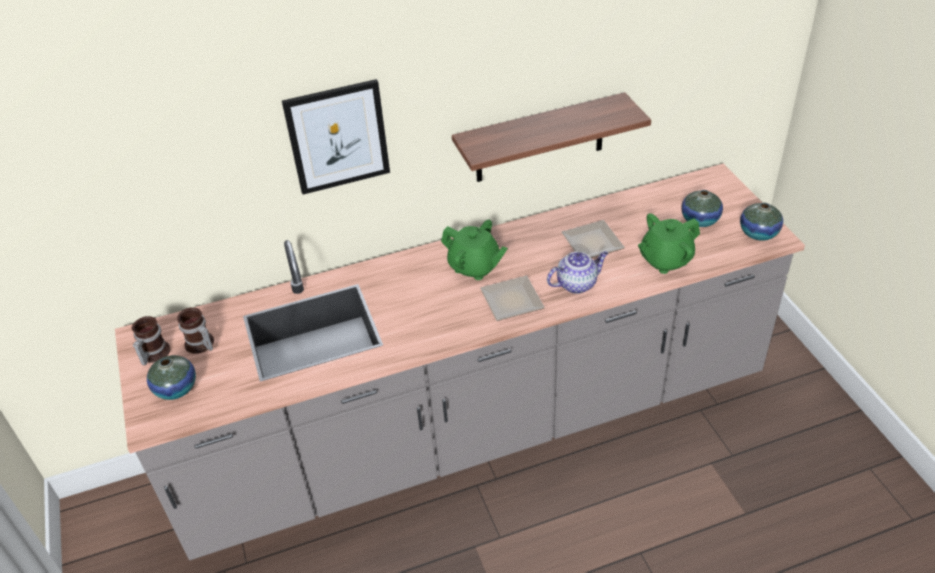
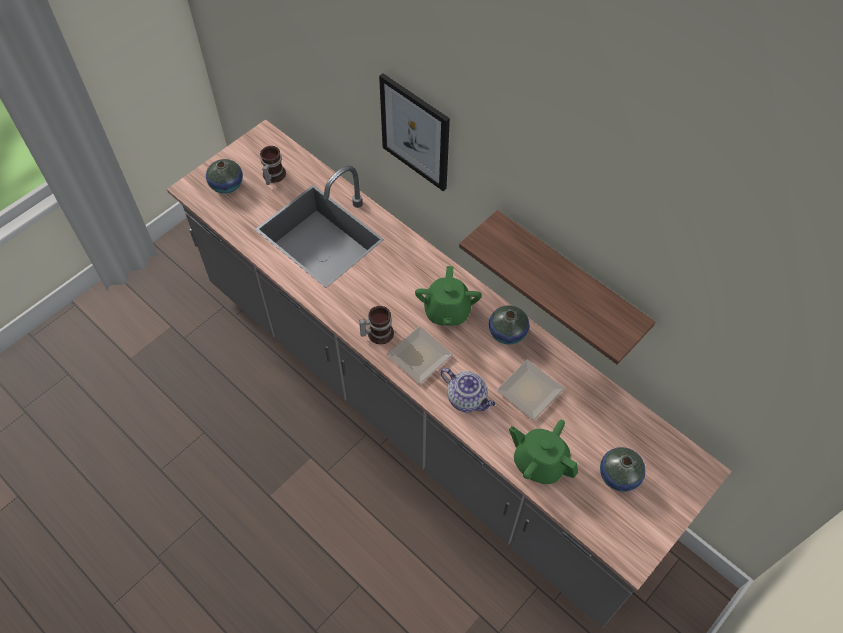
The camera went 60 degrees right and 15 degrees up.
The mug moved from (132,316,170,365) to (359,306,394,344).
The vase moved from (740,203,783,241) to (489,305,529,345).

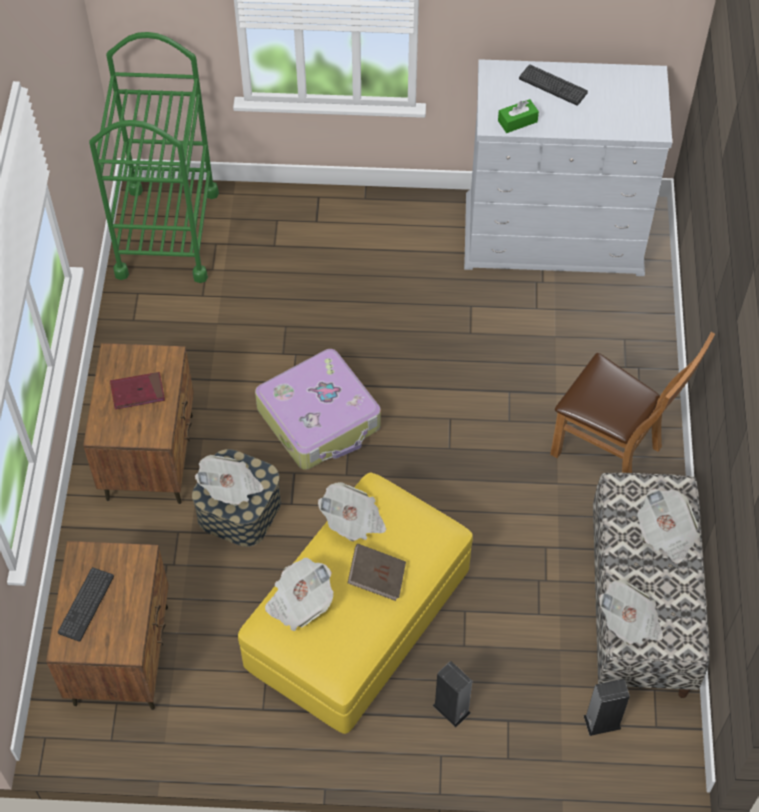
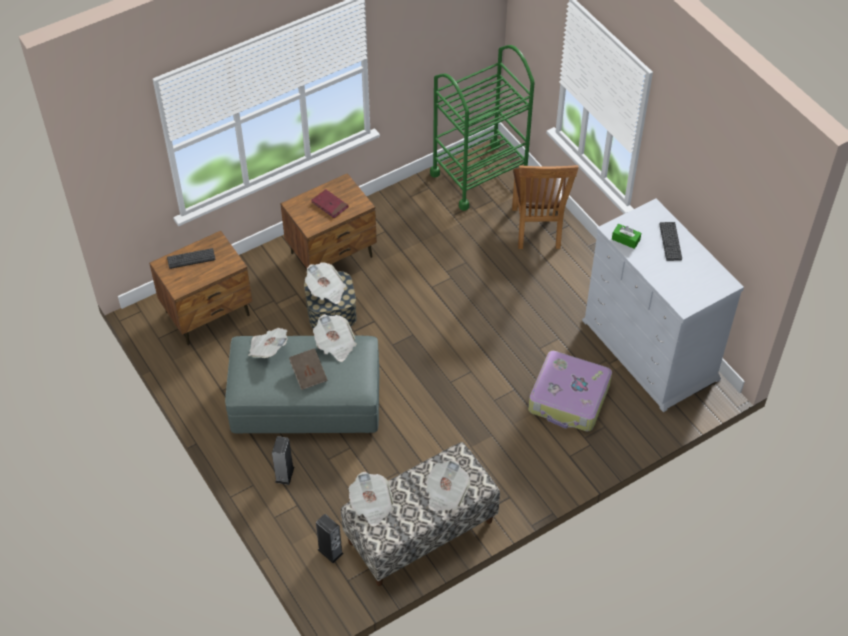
The camera went 55 degrees right and 5 degrees down.
The yellow footrest at (238,473,473,734) became the greyish footrest at (225,336,379,433).
The piece of luggage moved from (255,349,381,470) to (528,351,612,431).
The brownish plain chair moved from (550,332,715,473) to (512,165,579,249).

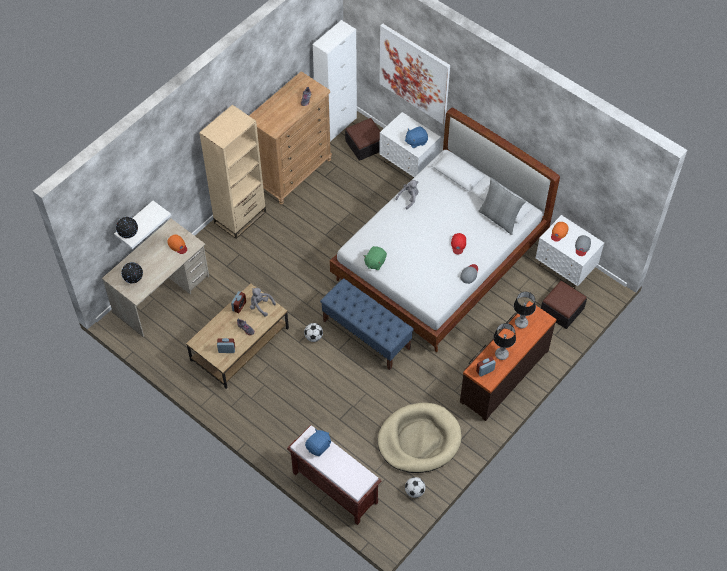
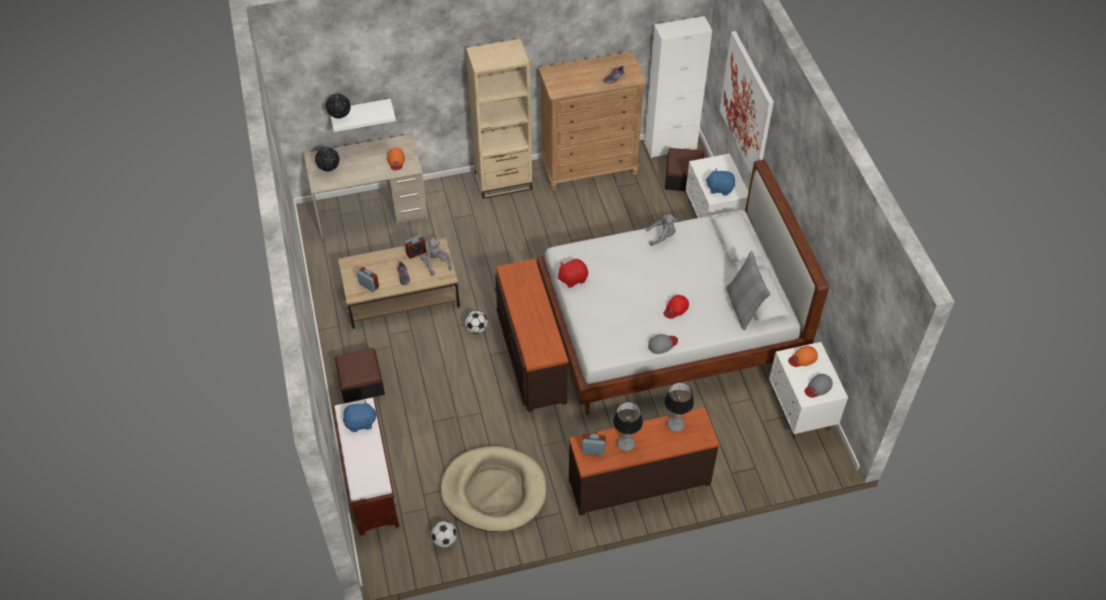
The camera went 35 degrees right and 5 degrees down.
The blue bench at (320,278,414,370) was replaced by the brownish drawer chest at (495,259,568,412).
The green cuddly toy at (363,246,387,270) became the reddish cuddly toy at (558,259,588,288).
The footrest moved from (541,281,587,329) to (335,348,385,403).

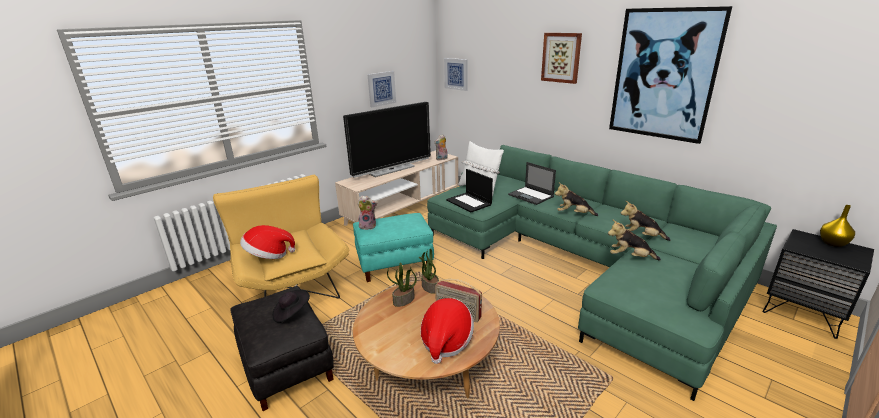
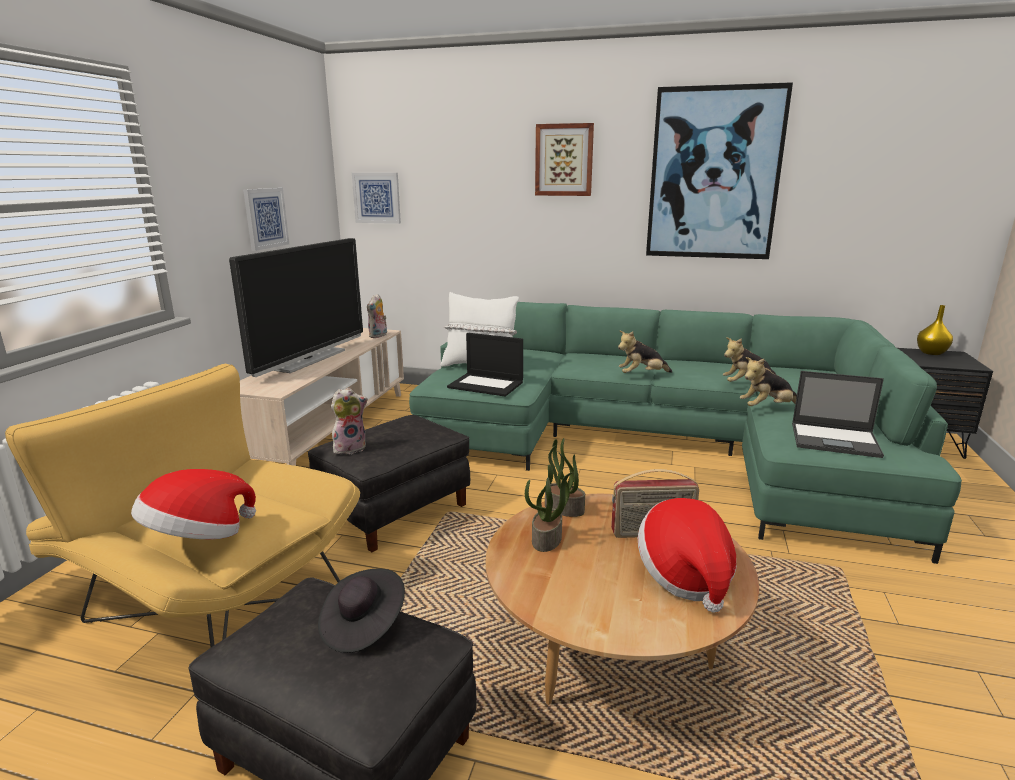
The camera went 30 degrees left and 5 degrees down.
The blue-green footrest at (353,213,434,282) became the black-coloured footrest at (308,415,470,552).
The laptop moved from (508,162,556,205) to (792,371,884,458).

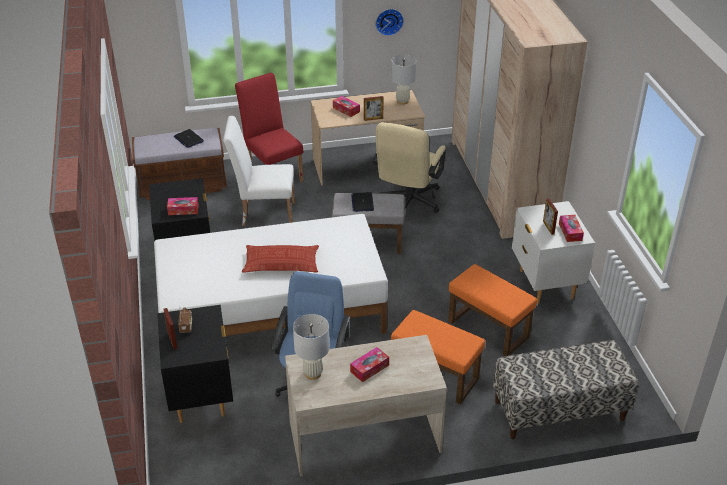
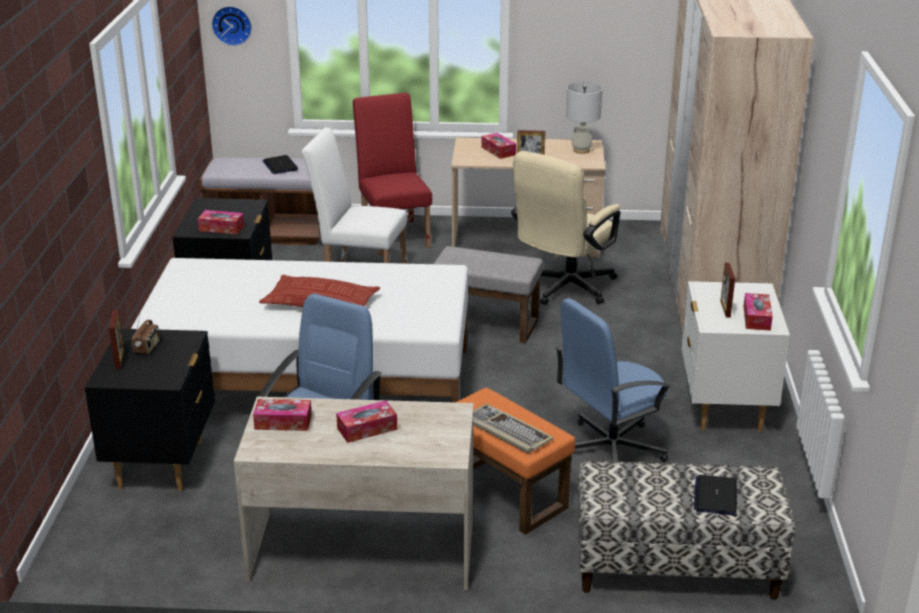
The camera went 15 degrees right and 10 degrees down.
The white-coloured table lamp at (293,314,330,380) was replaced by the box of tissues at (253,399,312,431).
The laptop moved from (351,192,374,212) to (694,475,737,515).
The clock on the wall moved from (375,9,404,36) to (212,6,252,46).
The orange-coloured footrest at (448,264,537,356) was replaced by the blue office chair at (556,298,671,462).
The computer keyboard at (473,403,553,453) appeared.

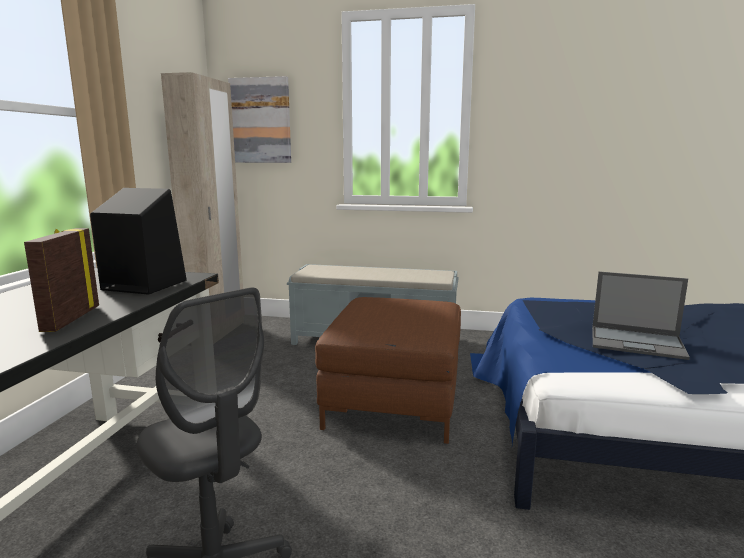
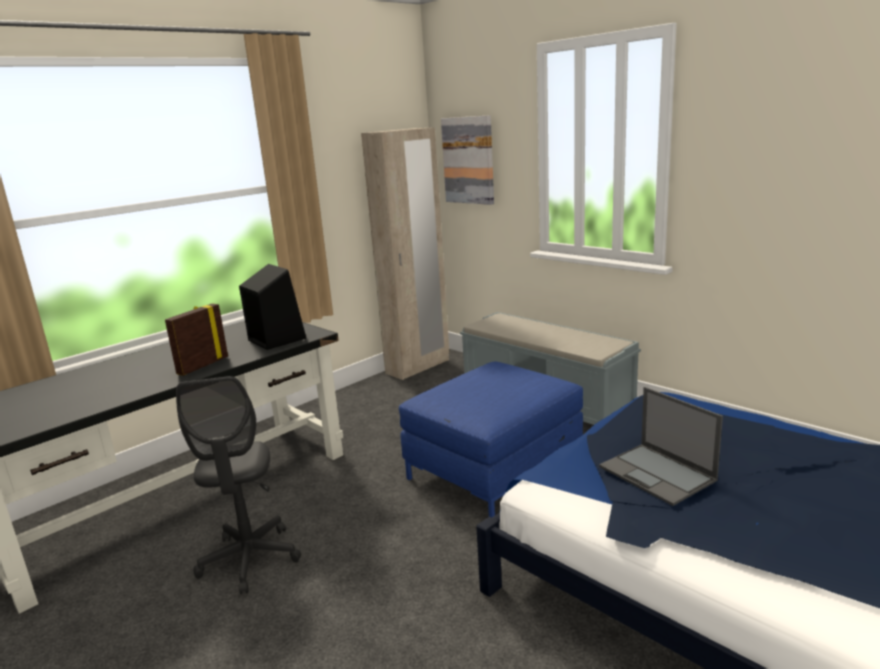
The camera went 35 degrees right and 5 degrees up.
The brownish footrest at (315,297,461,444) became the blue footrest at (399,361,583,517).

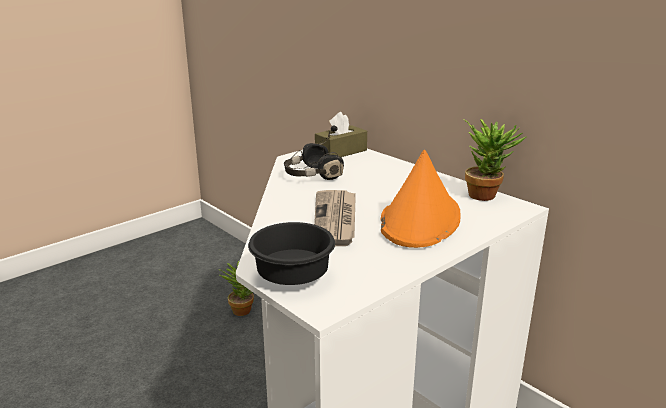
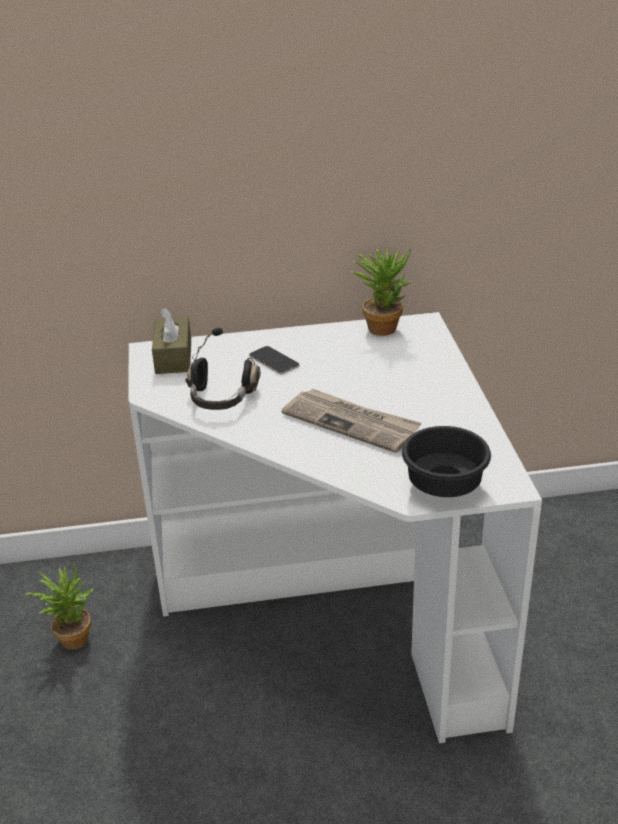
The camera went 55 degrees left and 10 degrees up.
The orange-coloured hat at (381,150,460,248) disappeared.
The phone at (249,346,300,374) appeared.

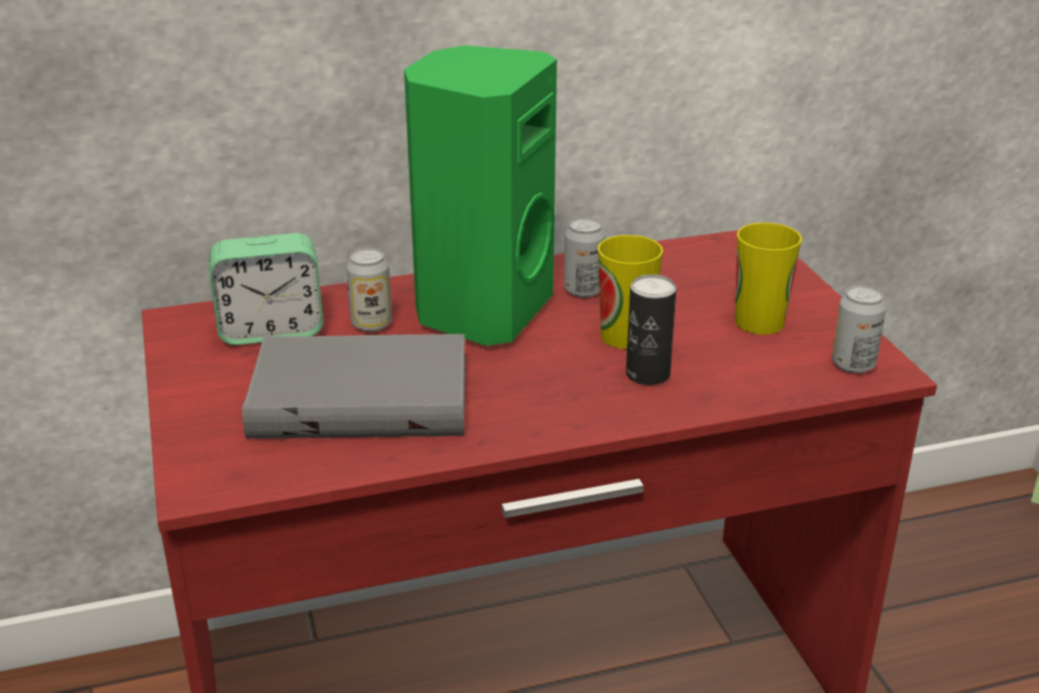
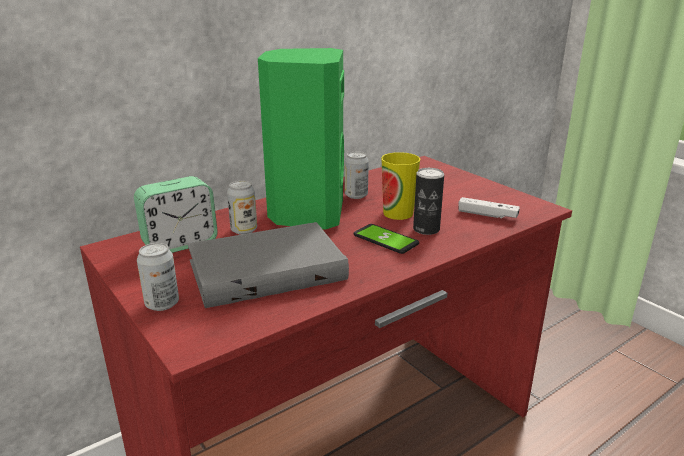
The camera went 20 degrees left and 5 degrees down.
The cup at (735,223,802,335) disappeared.
The can moved from (832,285,886,373) to (137,243,179,311).
The phone at (353,224,419,254) appeared.
The white-coloured gamepad at (458,197,520,219) appeared.

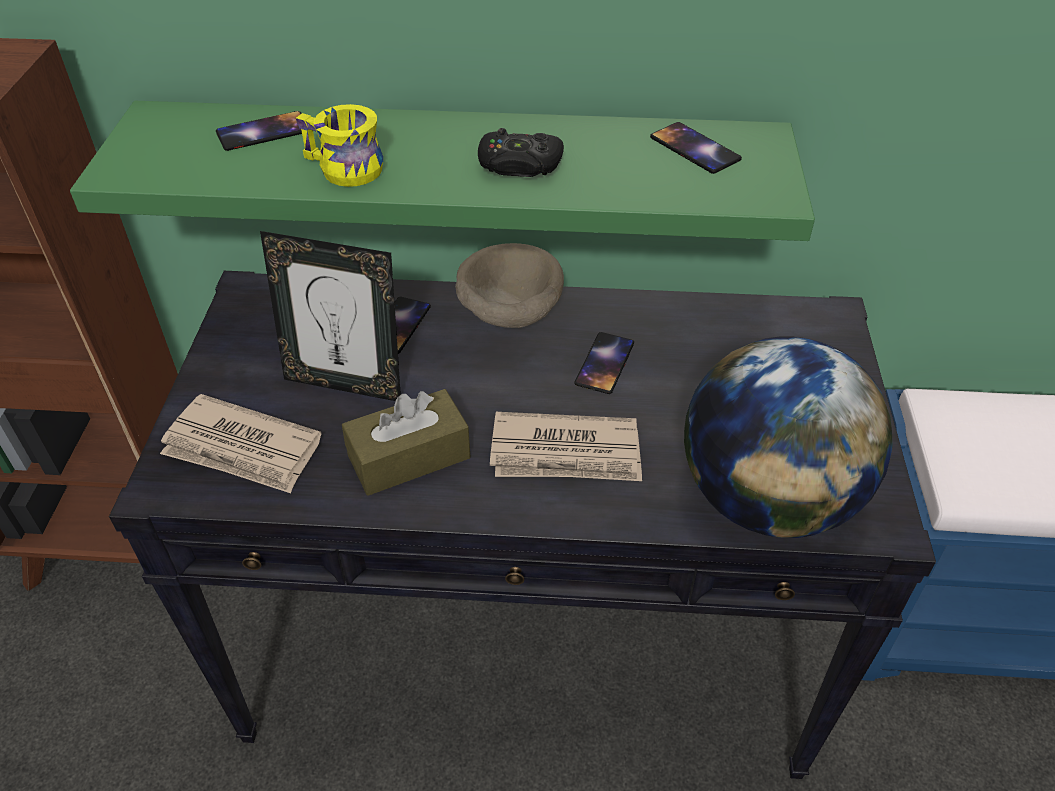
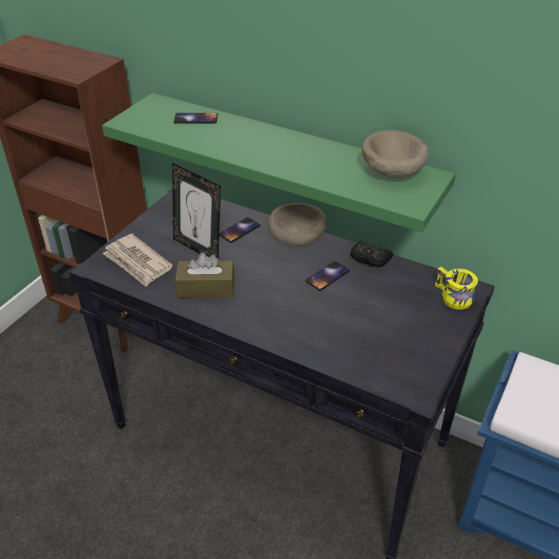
The camera went 25 degrees right and 5 degrees down.
The yellow mug moved from (296,104,383,187) to (435,267,478,310).
The black-coloured gamepad moved from (478,128,564,177) to (350,241,393,268).
The printed paper at (490,412,642,481) disappeared.
The phone at (650,122,742,174) was replaced by the beige-coloured deep dish at (362,130,429,178).
The world globe at (684,337,893,538) disappeared.

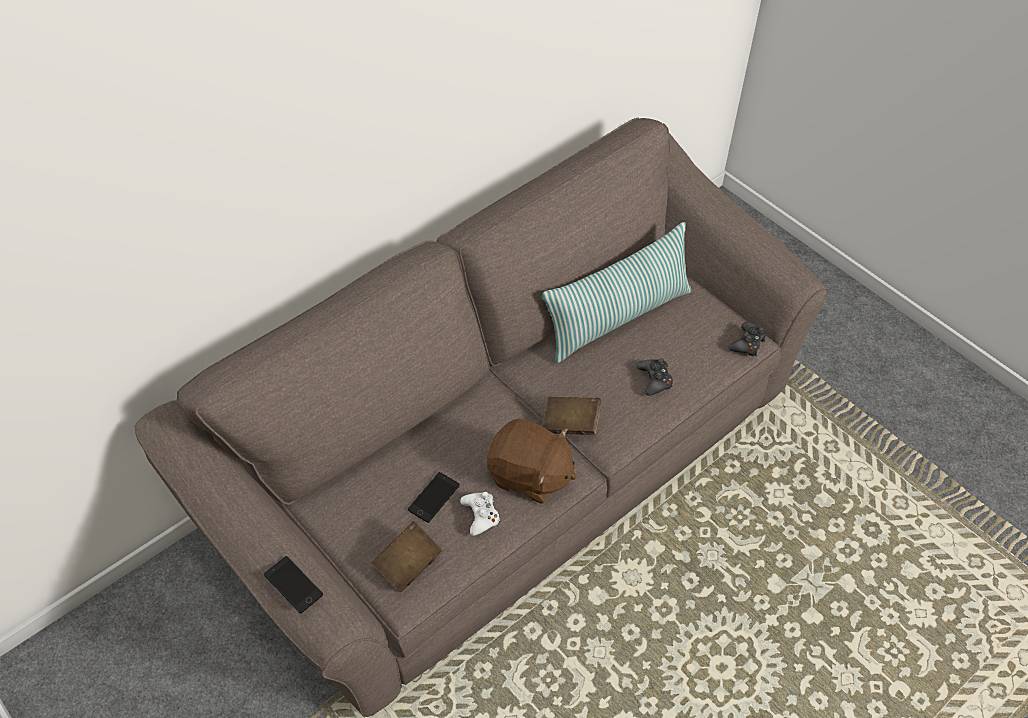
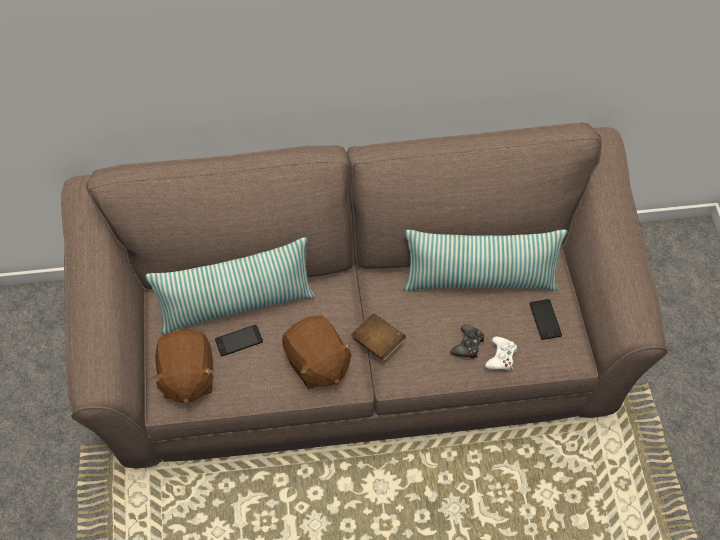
The camera went 35 degrees right and 5 degrees up.
The phone moved from (264,556,323,613) to (529,299,562,340).
The brownish book at (372,521,443,592) was replaced by the brownish cuddly toy at (151,330,214,405).
The white-coloured gamepad moved from (460,492,500,536) to (485,337,517,370).
The black-coloured gamepad at (729,322,767,356) disappeared.
The pillow at (145,237,315,334) appeared.

